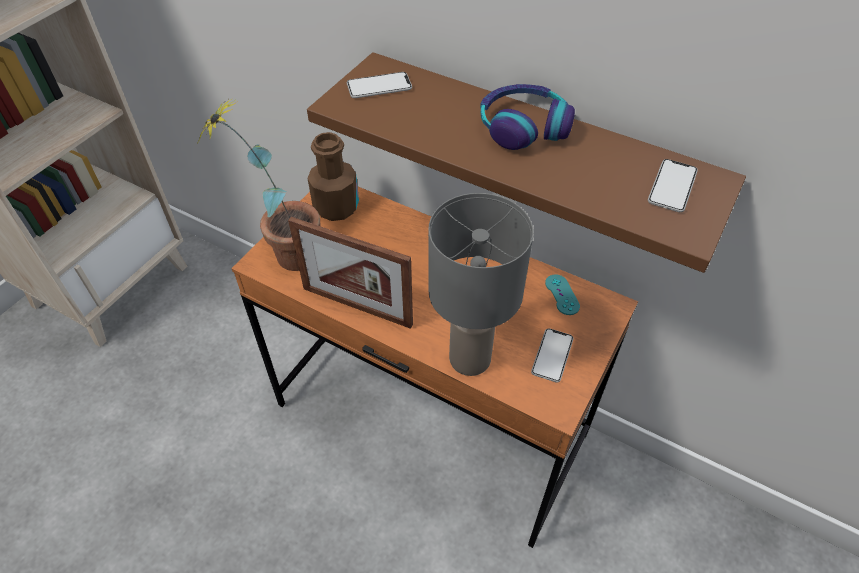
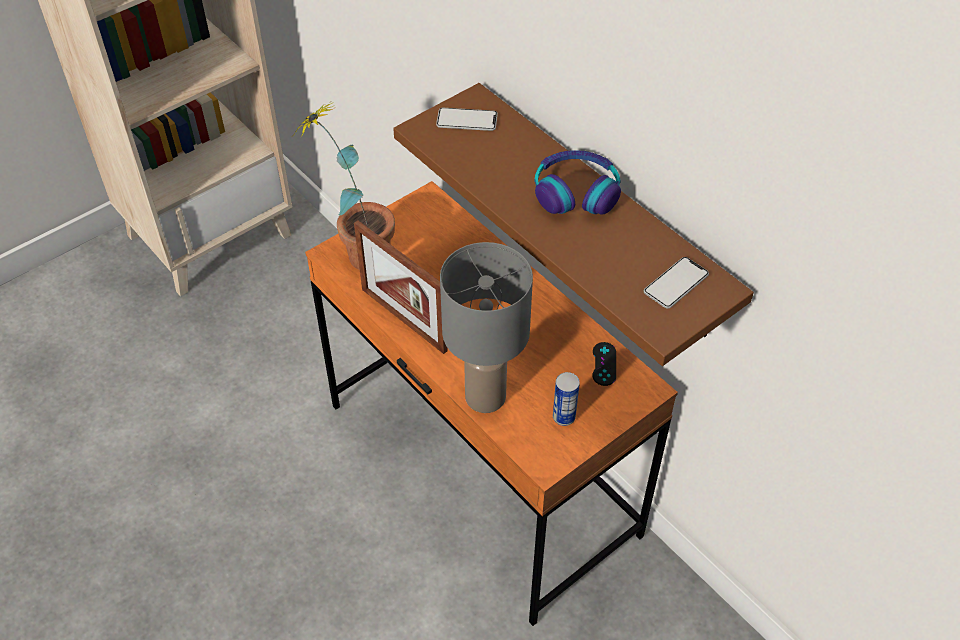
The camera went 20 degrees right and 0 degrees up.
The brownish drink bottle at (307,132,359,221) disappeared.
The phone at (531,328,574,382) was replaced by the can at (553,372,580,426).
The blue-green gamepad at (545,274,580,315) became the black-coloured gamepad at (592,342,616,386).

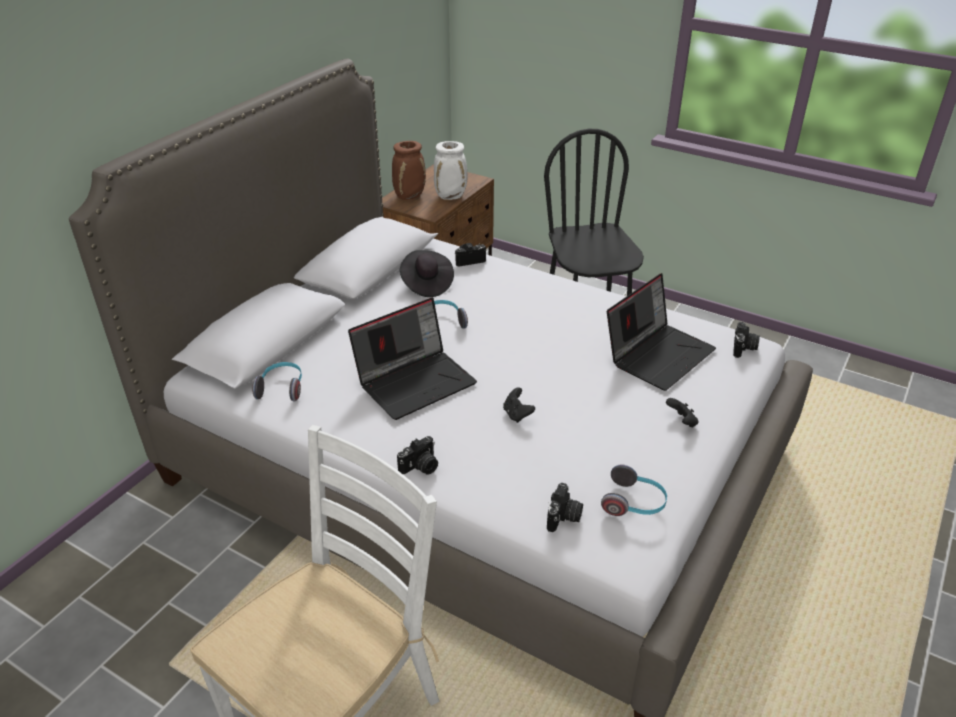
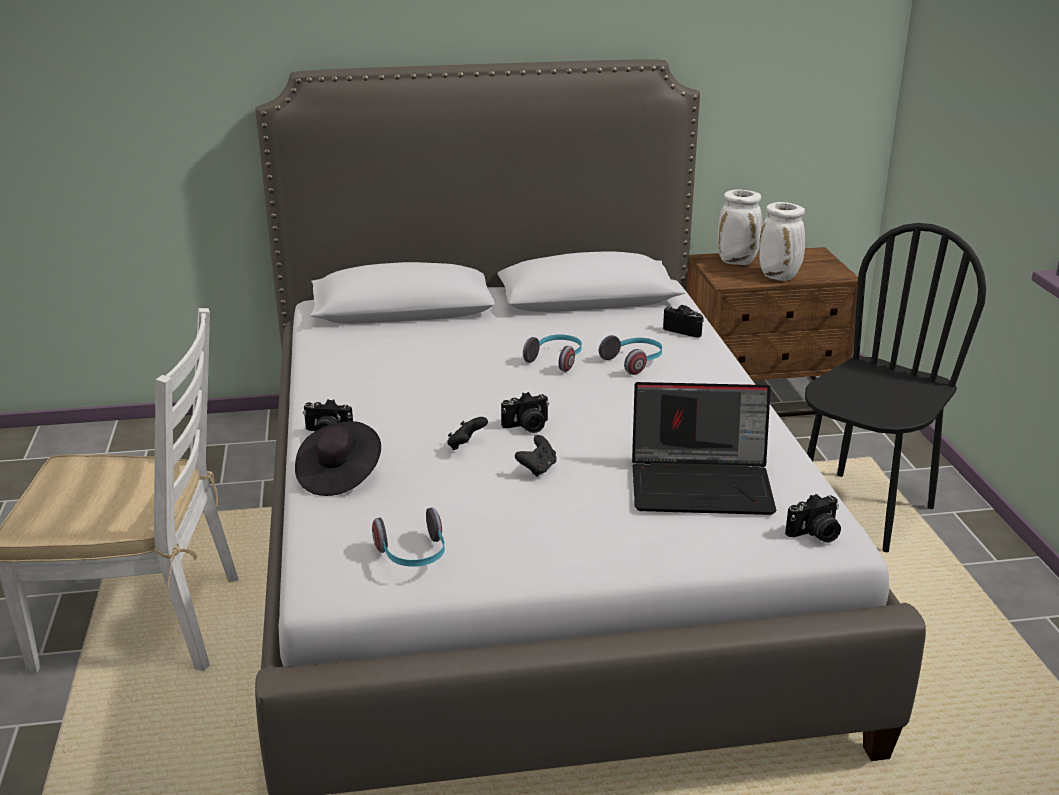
The camera went 50 degrees right and 10 degrees down.
The pair of headphones moved from (252,362,302,401) to (599,335,662,375).
The laptop at (348,298,477,420) disappeared.
The brownish vase at (392,141,426,200) became the white-coloured vase at (717,189,762,265).
The black-coloured hat moved from (400,250,454,297) to (295,421,381,496).
The photo camera moved from (547,483,583,532) to (501,392,549,433).
The black-coloured gamepad moved from (666,398,698,428) to (515,435,556,477).

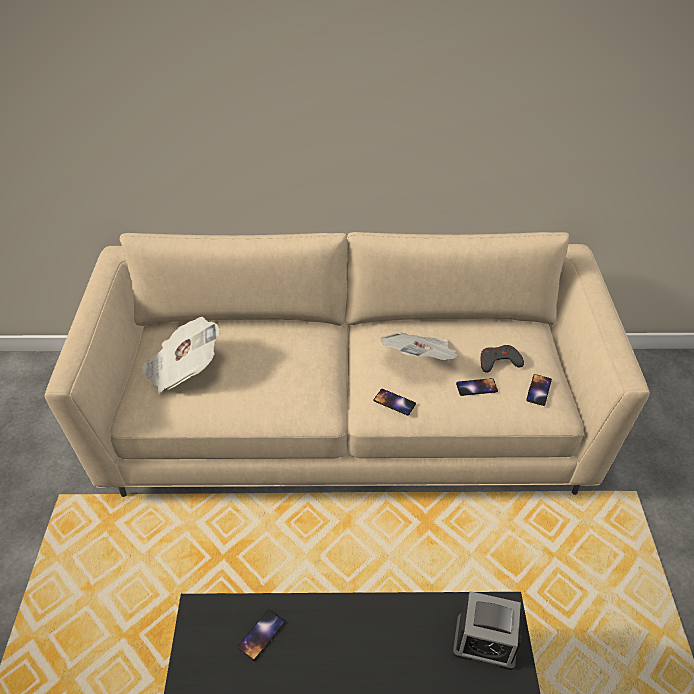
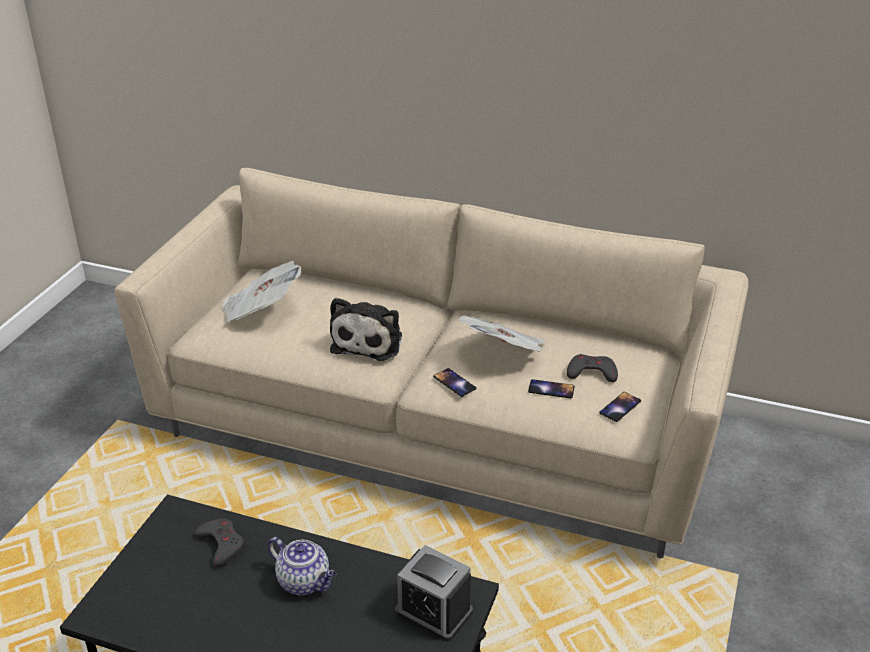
The camera went 20 degrees right and 10 degrees down.
The phone at (237,610,285,661) was replaced by the greyish gamepad at (195,518,244,567).
The teapot at (268,537,336,595) appeared.
The cuddly toy at (330,297,402,361) appeared.

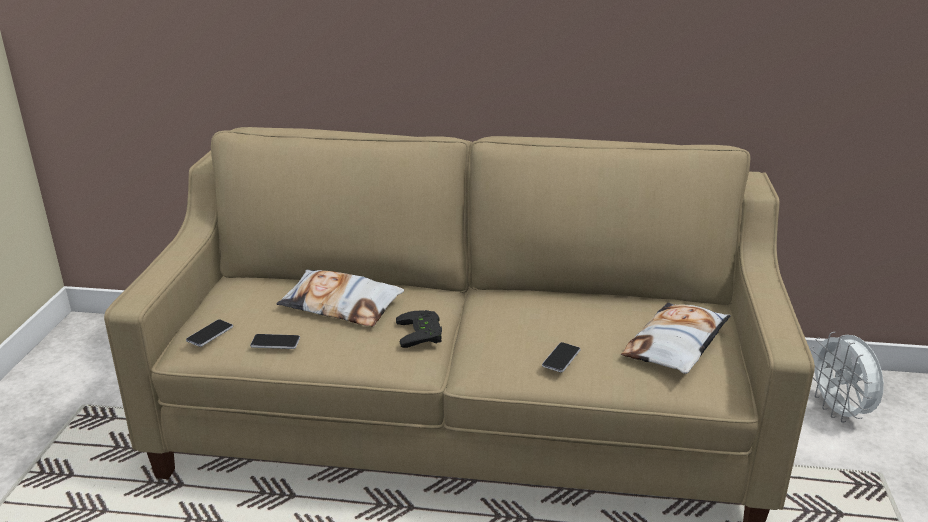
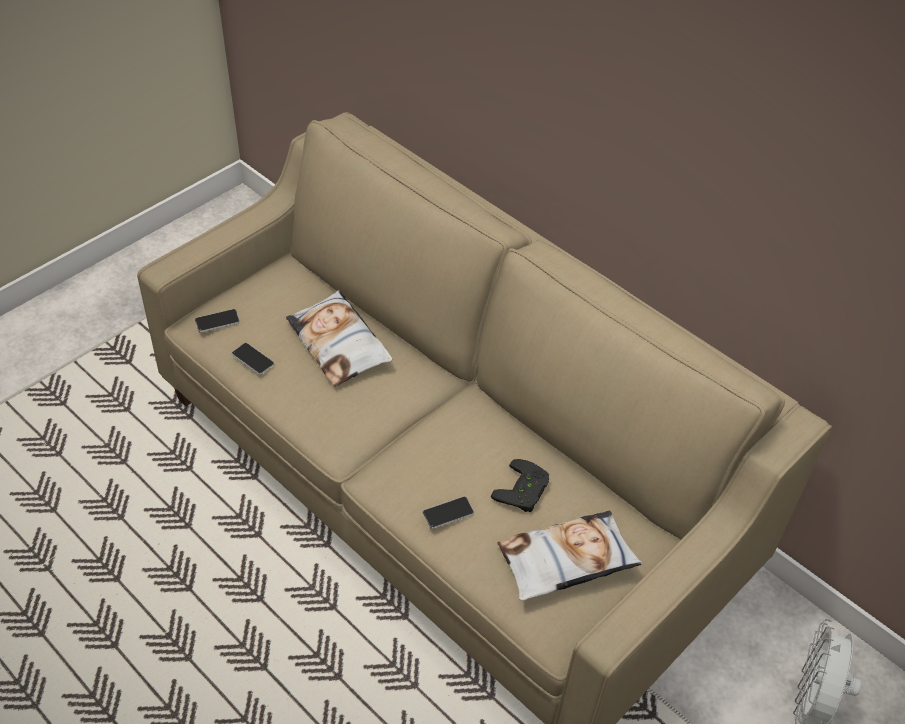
The camera went 35 degrees right and 20 degrees up.
The black-coloured gamepad moved from (396,310,442,348) to (491,459,549,512).

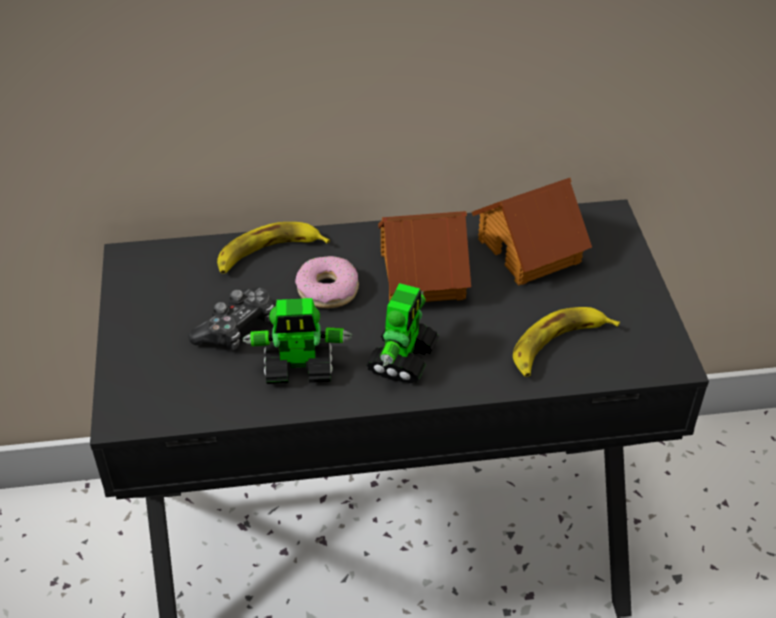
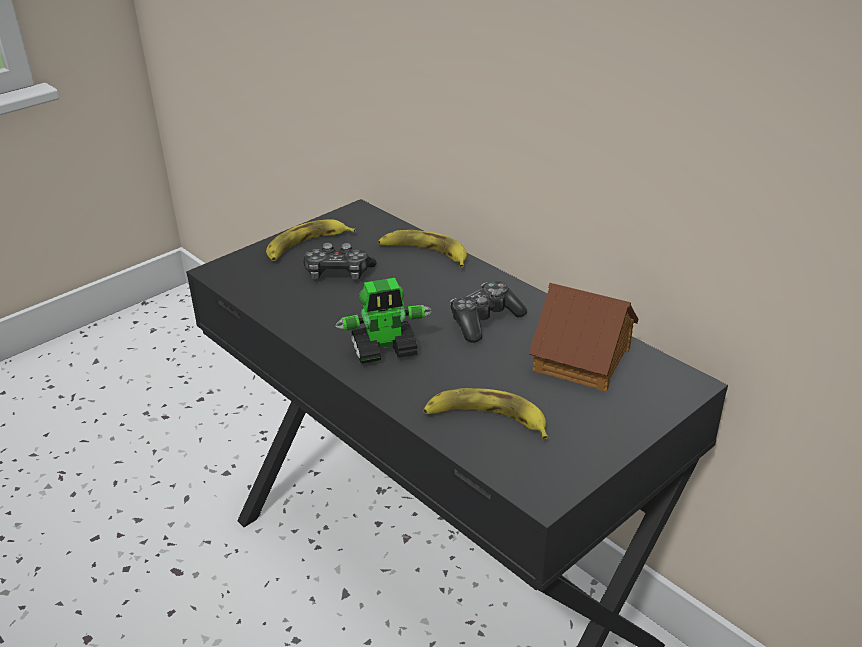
The camera went 55 degrees right and 10 degrees down.
The model robot at (243,298,352,384) disappeared.
The doughnut at (295,256,359,308) disappeared.
The miniature house at (378,211,471,302) was replaced by the gamepad at (450,281,527,343).
The banana at (266,220,356,261) appeared.

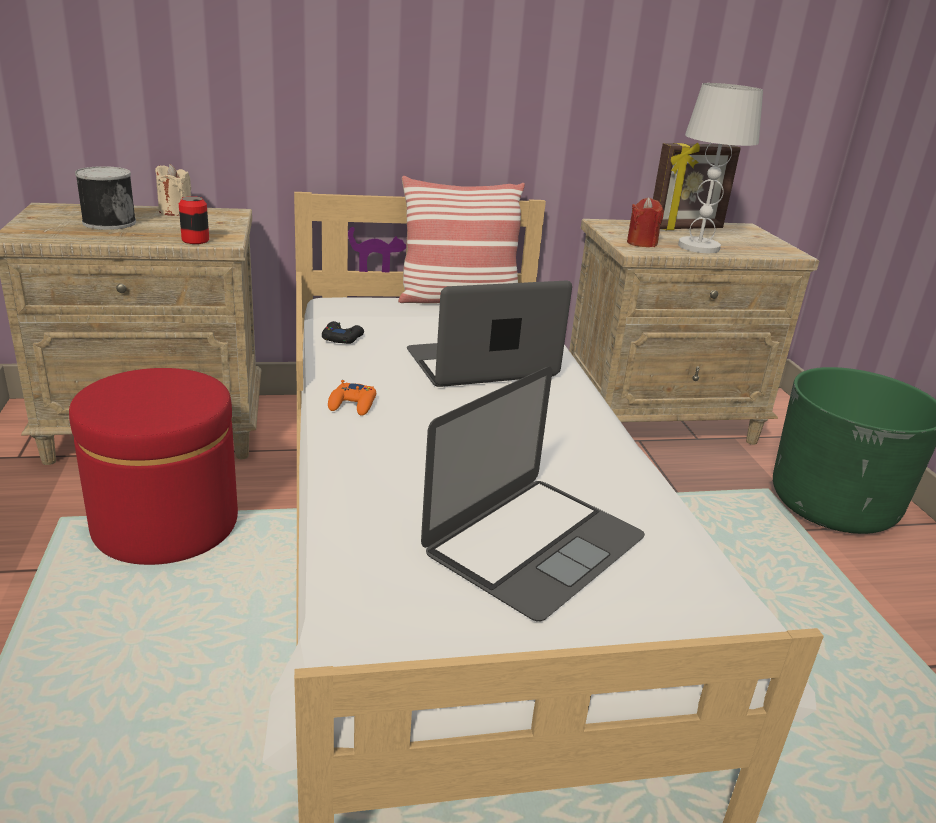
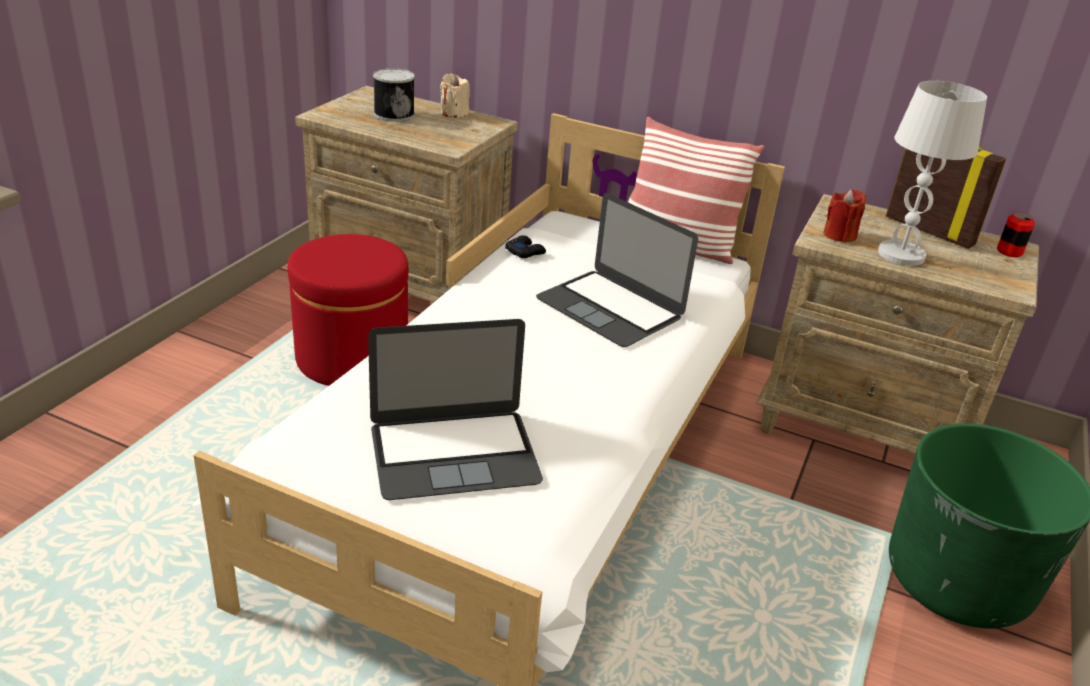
The camera went 35 degrees right and 5 degrees up.
The can moved from (179,196,209,244) to (997,212,1035,257).
The orange-coloured gamepad at (328,380,376,416) disappeared.
The laptop at (407,280,572,387) turned 150 degrees counterclockwise.
The standing frame at (653,143,741,230) turned 150 degrees counterclockwise.

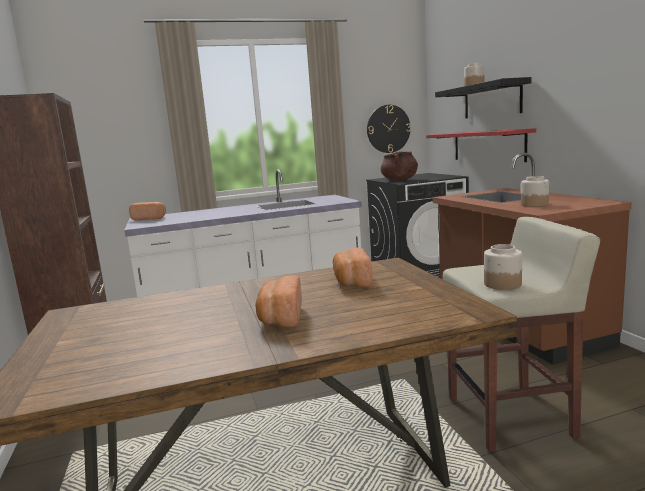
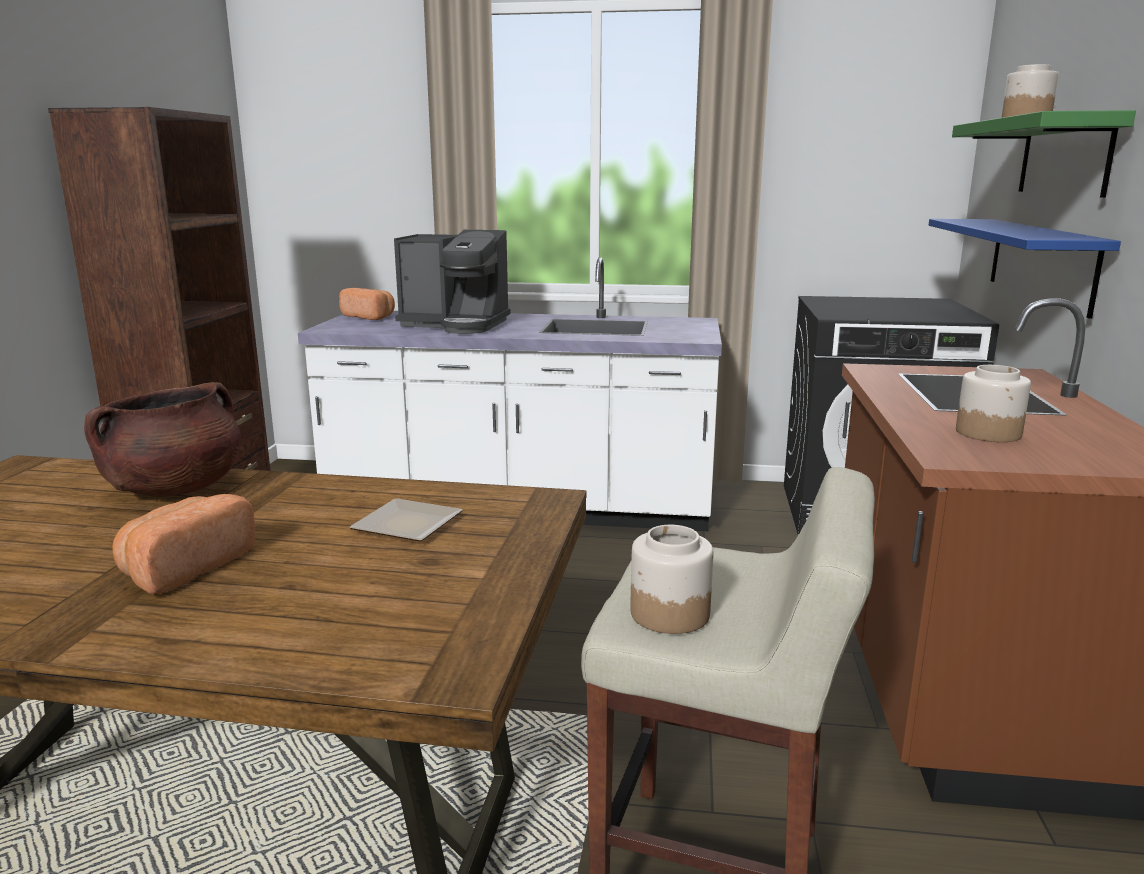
The camera went 25 degrees right and 5 degrees up.
The bread at (333,247,373,288) was replaced by the plate at (349,498,463,541).
The clock on the wall at (367,105,411,153) disappeared.
The brownish cooking pot moved from (381,152,418,181) to (84,382,241,497).
The reddish bracket shelf at (426,128,536,162) became the blue bracket shelf at (929,219,1121,319).
The black-coloured bracket shelf at (435,77,532,119) became the green bracket shelf at (952,110,1136,198).
The coffee brewer at (394,230,511,334) appeared.

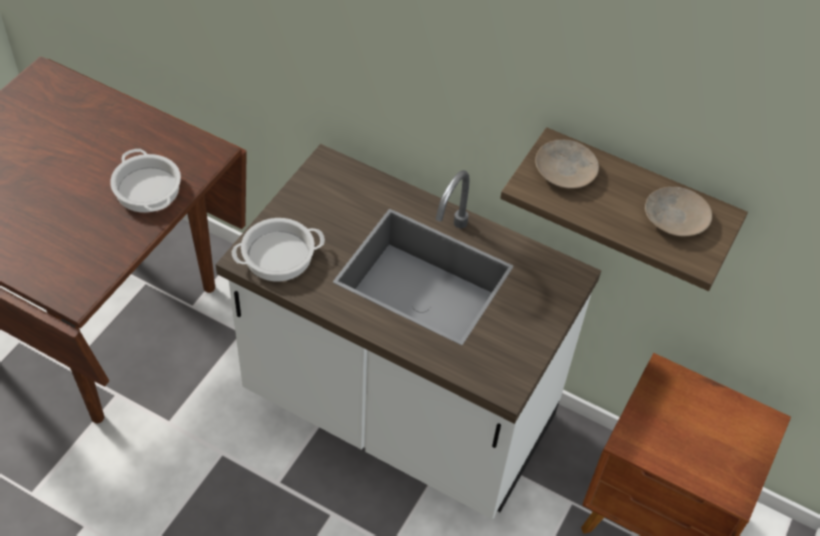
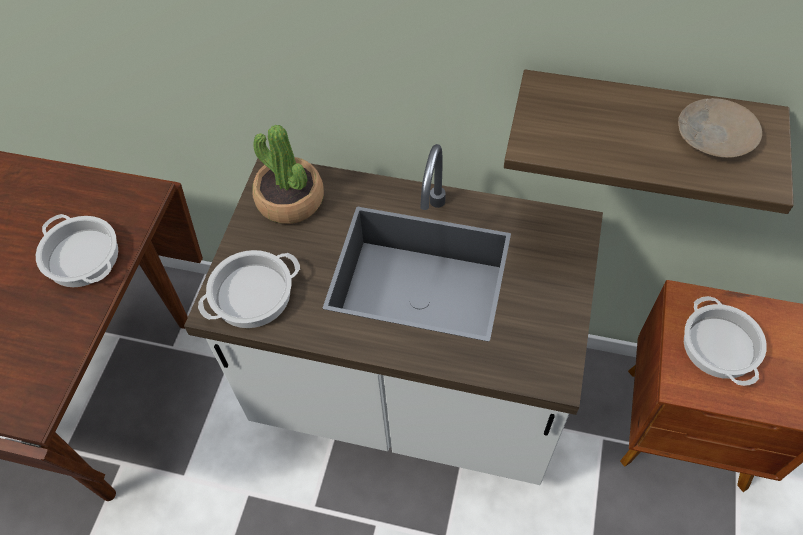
The camera went 10 degrees left and 5 degrees up.
The beige-coloured plate at (535,140,599,189) disappeared.
The plant in a pot at (252,125,324,224) appeared.
The cooking pot at (684,296,767,386) appeared.

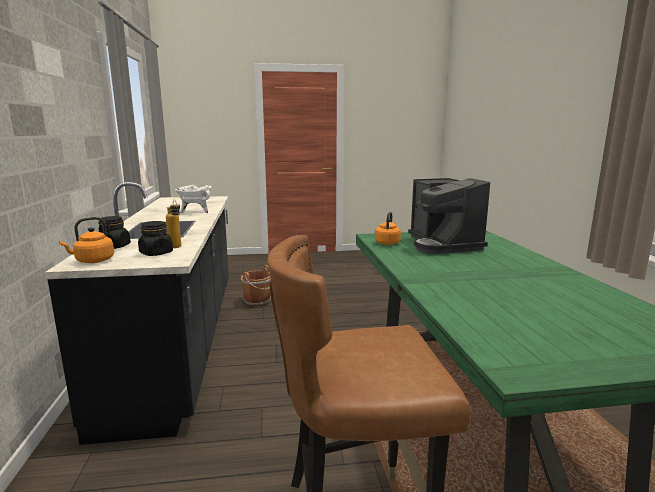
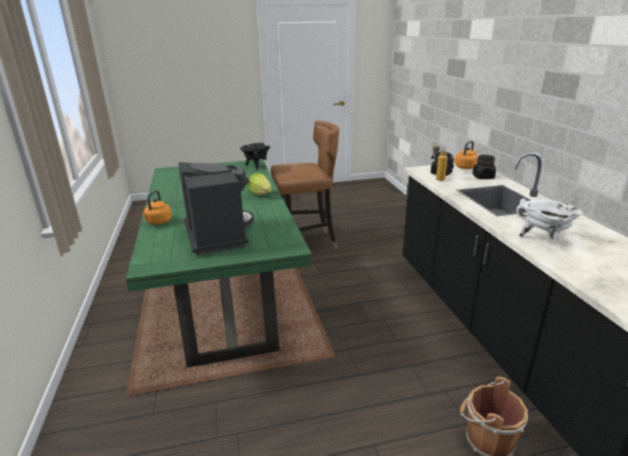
The camera went 175 degrees right and 10 degrees up.
The orange-coloured water kettle moved from (375,211,401,245) to (142,190,172,225).
The black-coloured cooking pot at (240,143,270,170) appeared.
The lettuce head at (248,173,272,195) appeared.

